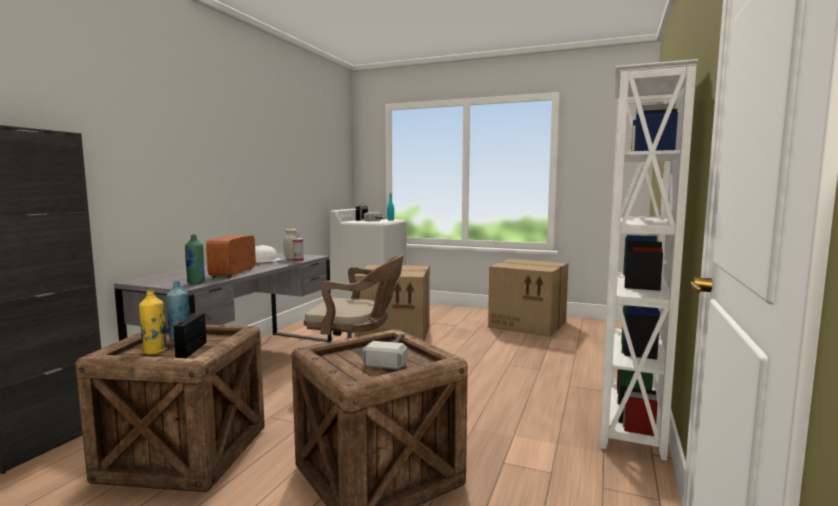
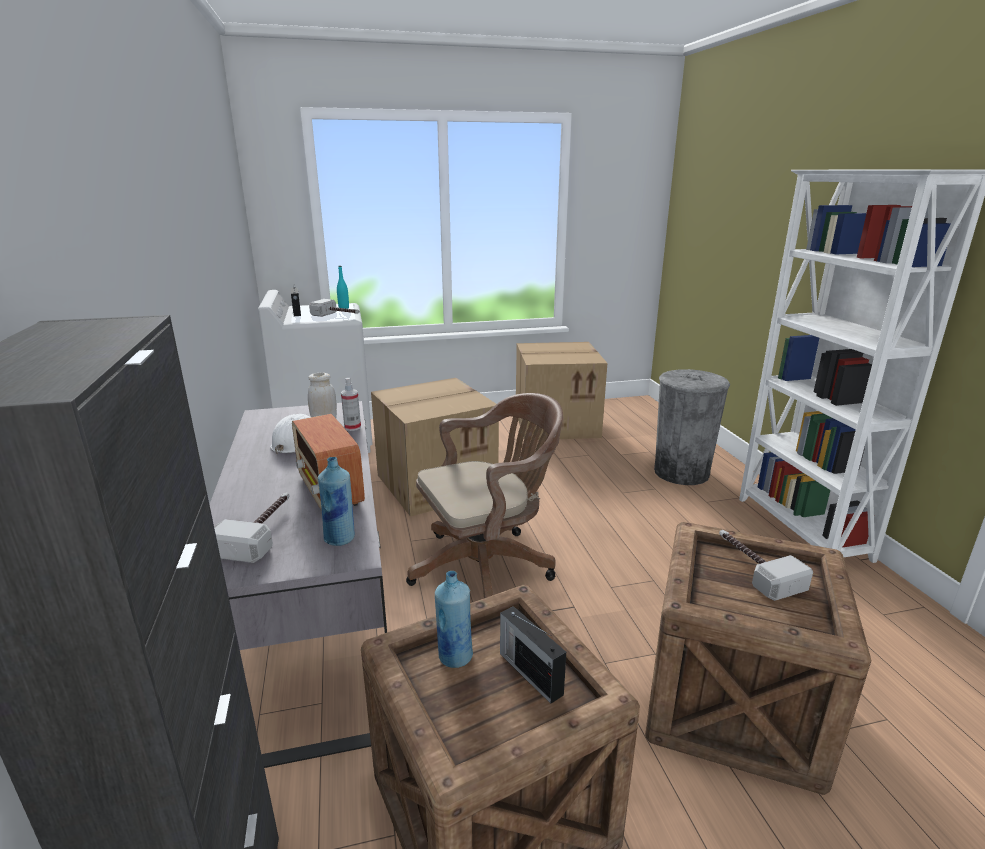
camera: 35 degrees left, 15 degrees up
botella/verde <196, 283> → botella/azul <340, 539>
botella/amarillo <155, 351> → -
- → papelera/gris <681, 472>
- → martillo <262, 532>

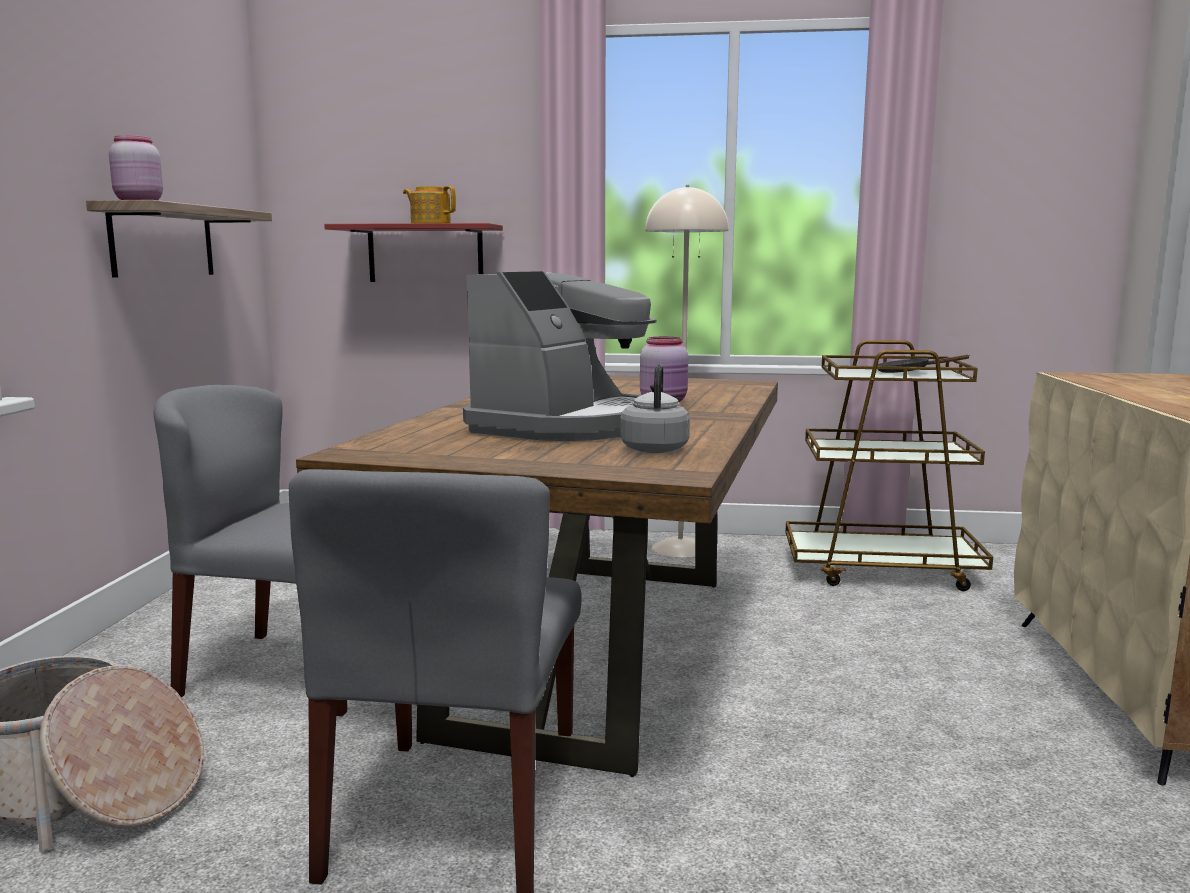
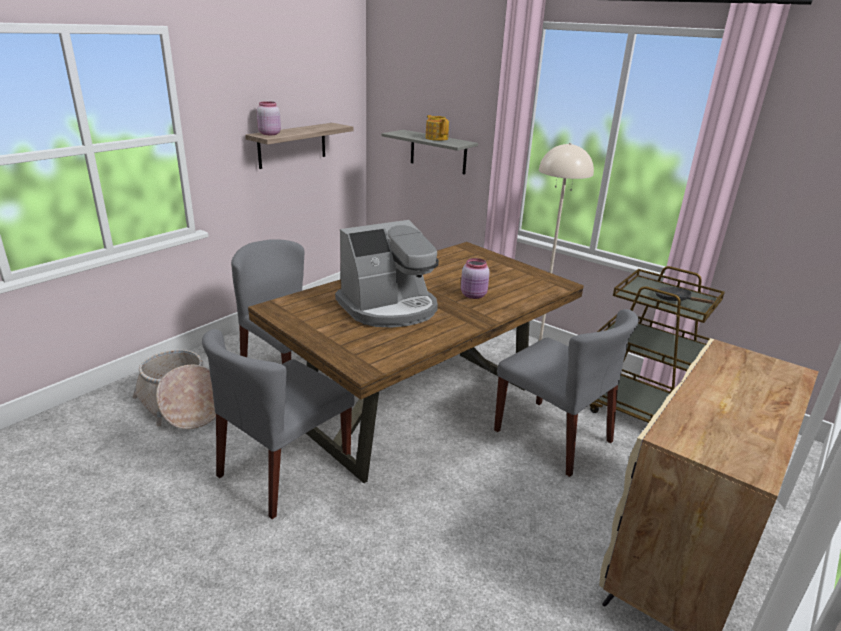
camera: 30 degrees right, 15 degrees up
estante/rojo <425, 254> → estante/gris <438, 152>
hervidor/gris <655, 448> → -
- → silla/gris <553, 436>

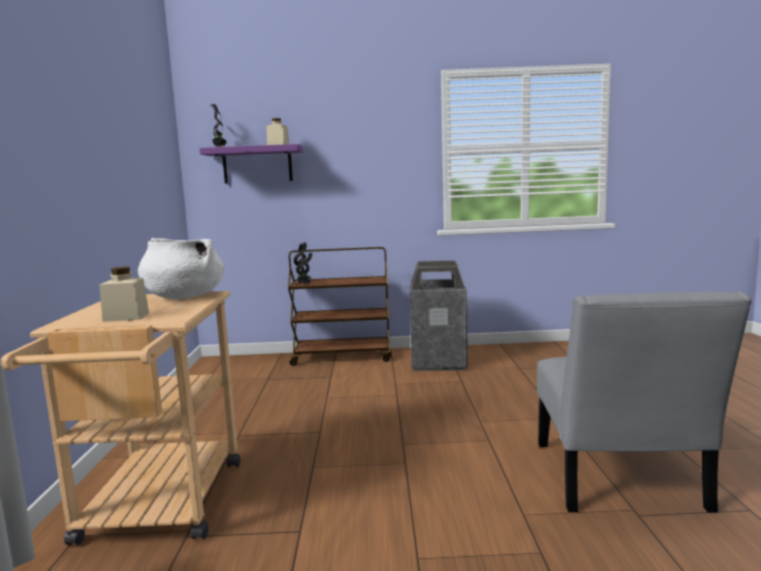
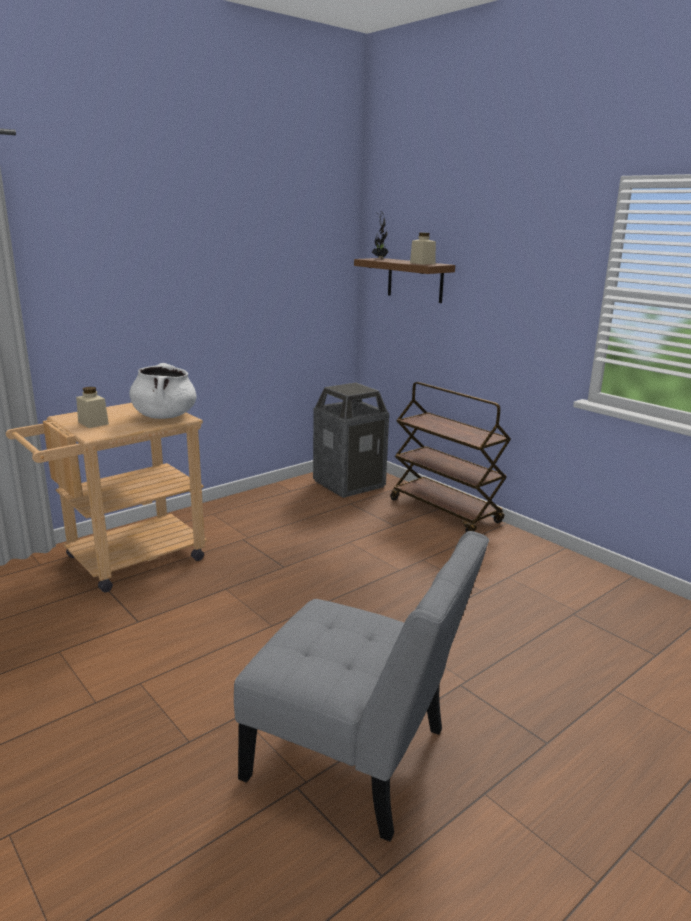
camera: 50 degrees right, 10 degrees up
estante/morado <257, 165> → estante/marrón <415, 280>
planta en maceta <304, 284> → -
papelera <438, 362> → papelera <349, 484>, moved
silla/gris <619, 481> → silla/gris <357, 759>, 120 degrees counterclockwise

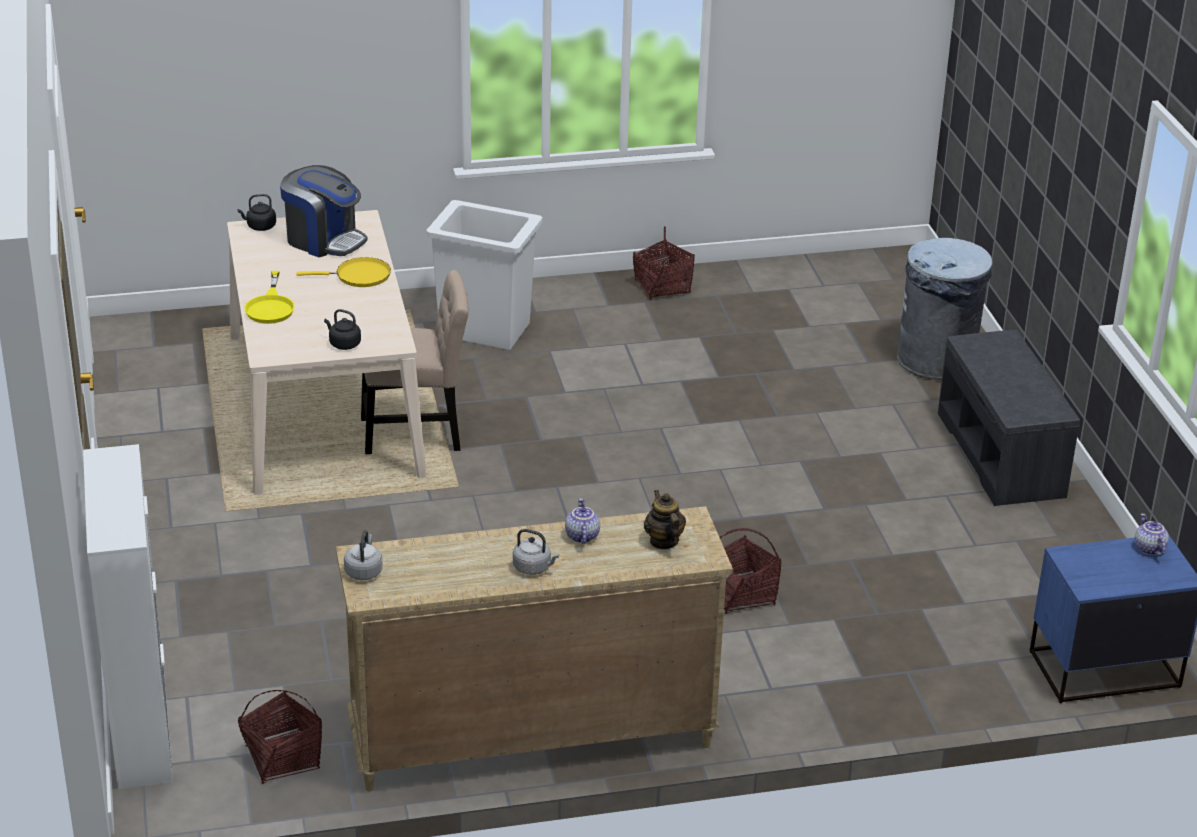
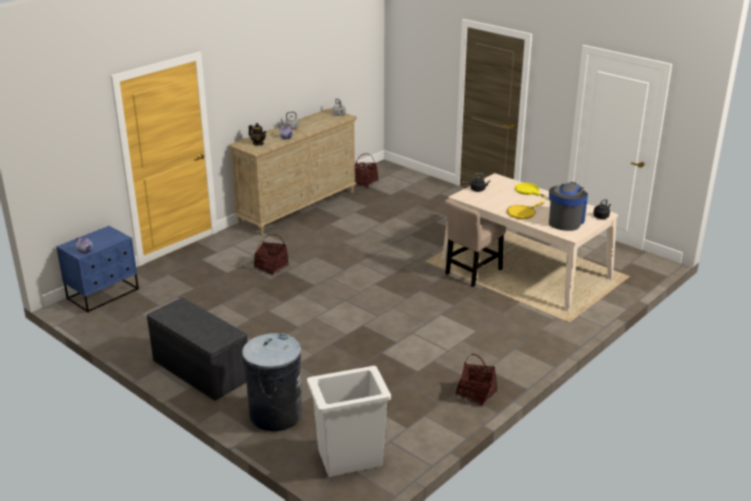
camera: 145 degrees right, 5 degrees down
cafetera <324, 240> → cafetera <565, 221>, 120 degrees clockwise
papelera/blanco <485, 330> → papelera/blanco <349, 458>, moved
armario/blanco <142, 728> → -

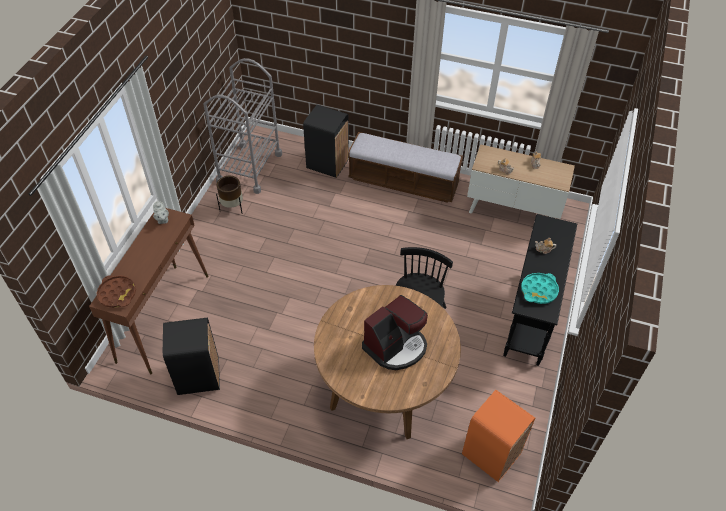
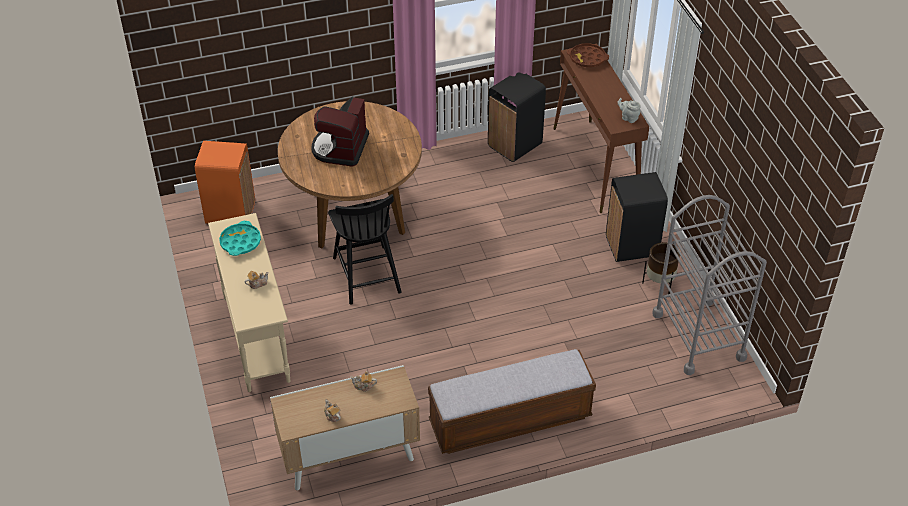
camera: 145 degrees right, 5 degrees down
papelera/negro <327, 164> → papelera/negro <632, 246>, moved
mesa consola/negro <530, 318> → mesa consola/beis <257, 338>

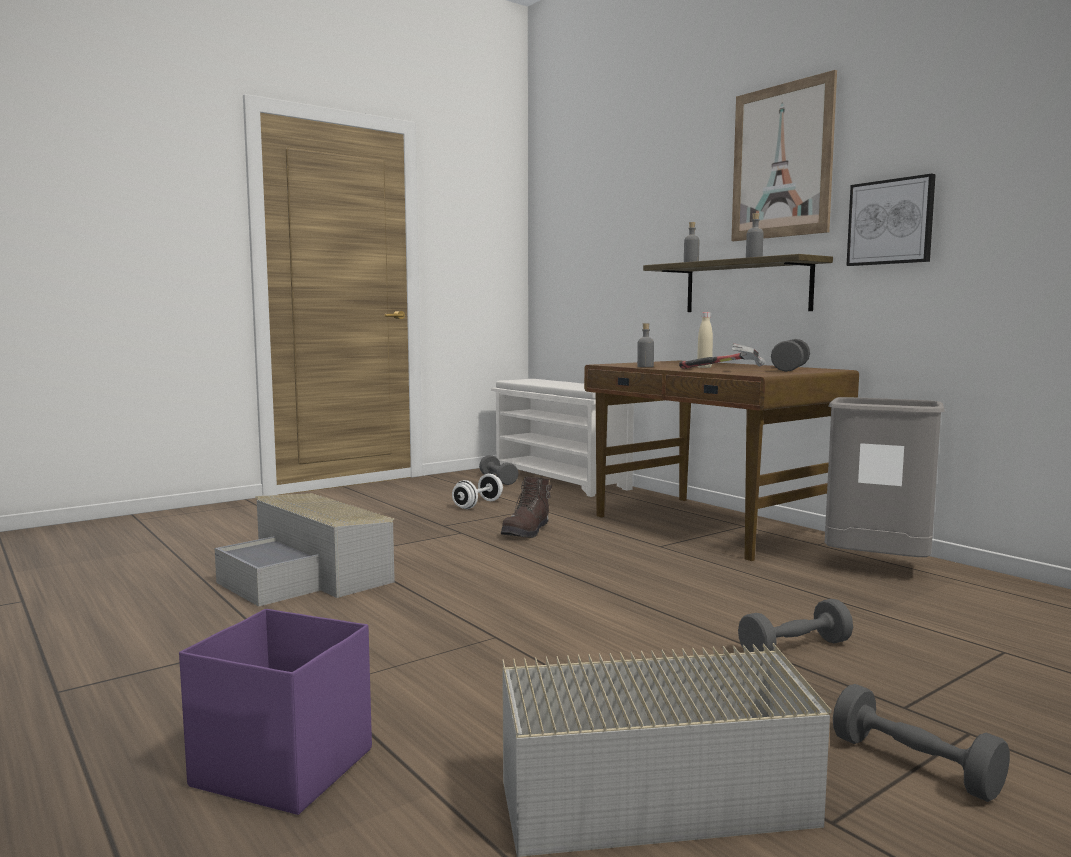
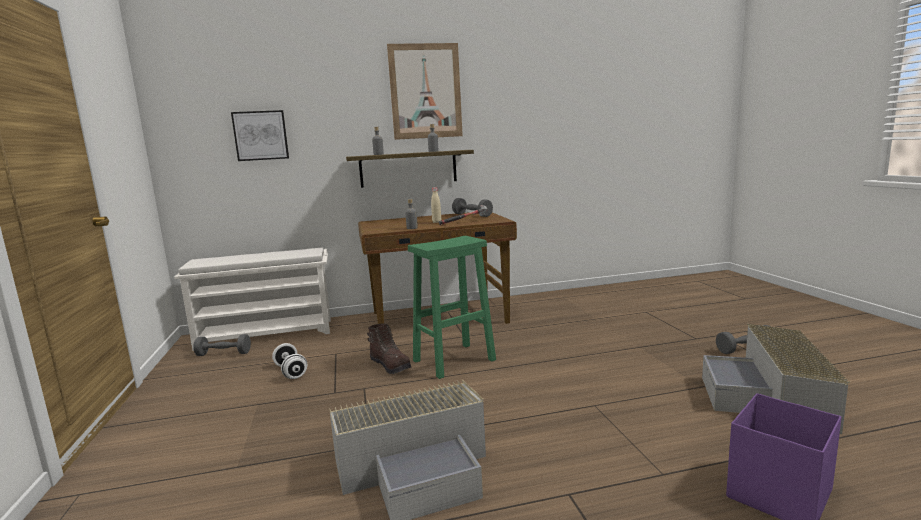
camera: 65 degrees left, 5 degrees up
cuadro <890, 222> → cuadro <261, 135>, moved
papelera/gris <876, 568> → -
mancuerna/gris <794, 649> → -
- → taburete/verde <453, 361>

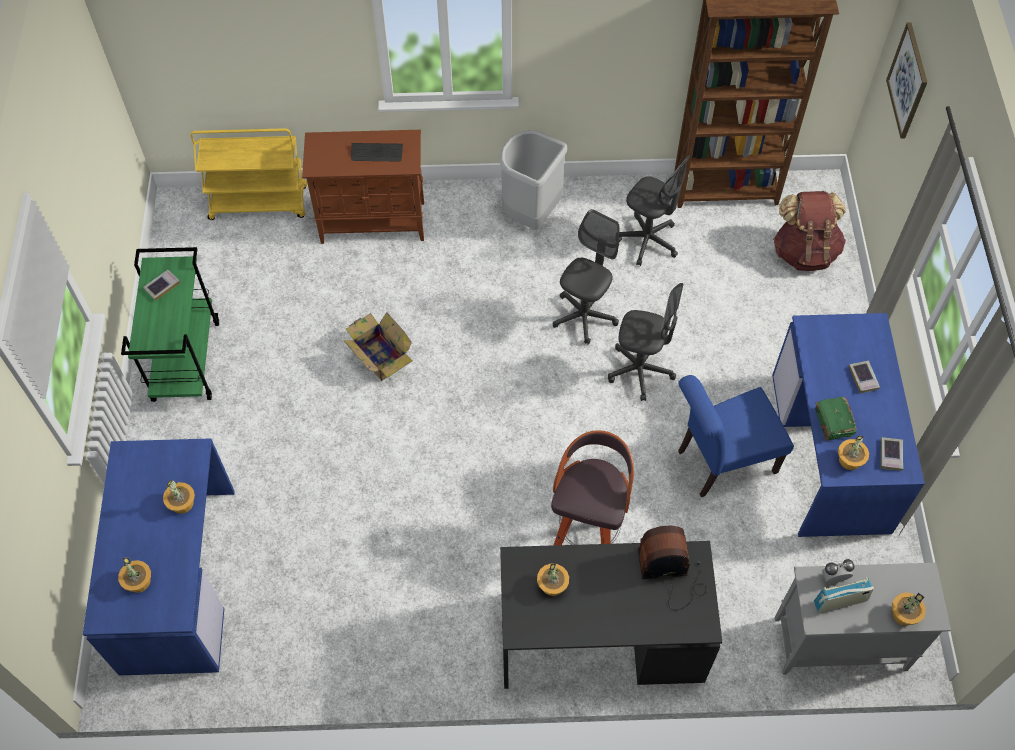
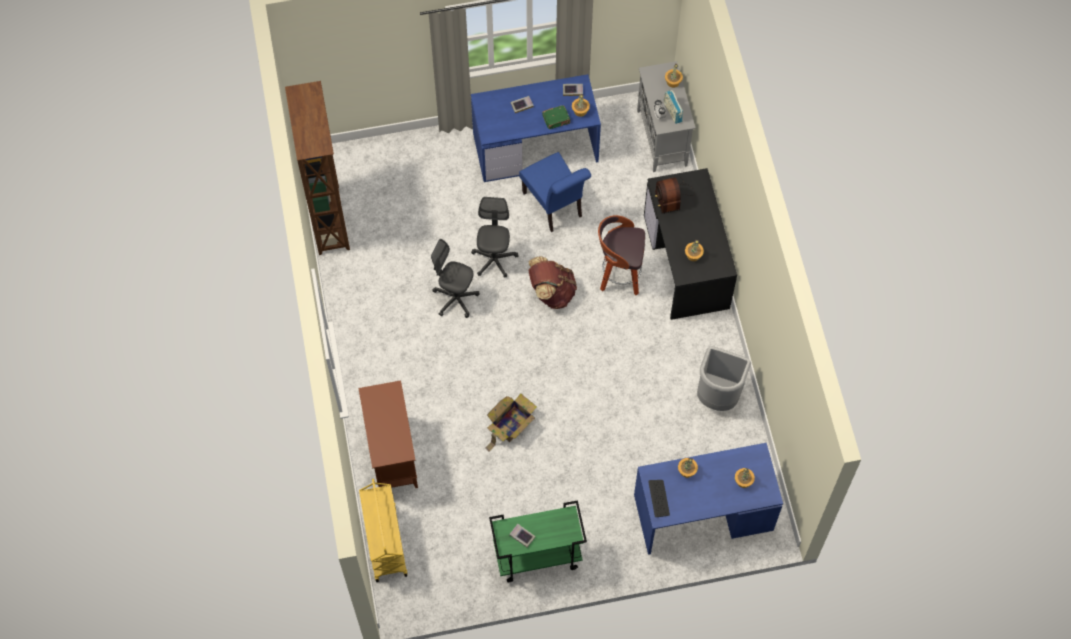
camera: 100 degrees left, 5 degrees up
cuadro <908, 81> → -
papelera/gris <530, 213> → papelera/gris <718, 396>, moved
teclado <377, 153> → teclado <659, 498>, moved
silla de oficina/gris <648, 241> → -
mochila/marrón <804, 251> → mochila/marrón <551, 292>, moved

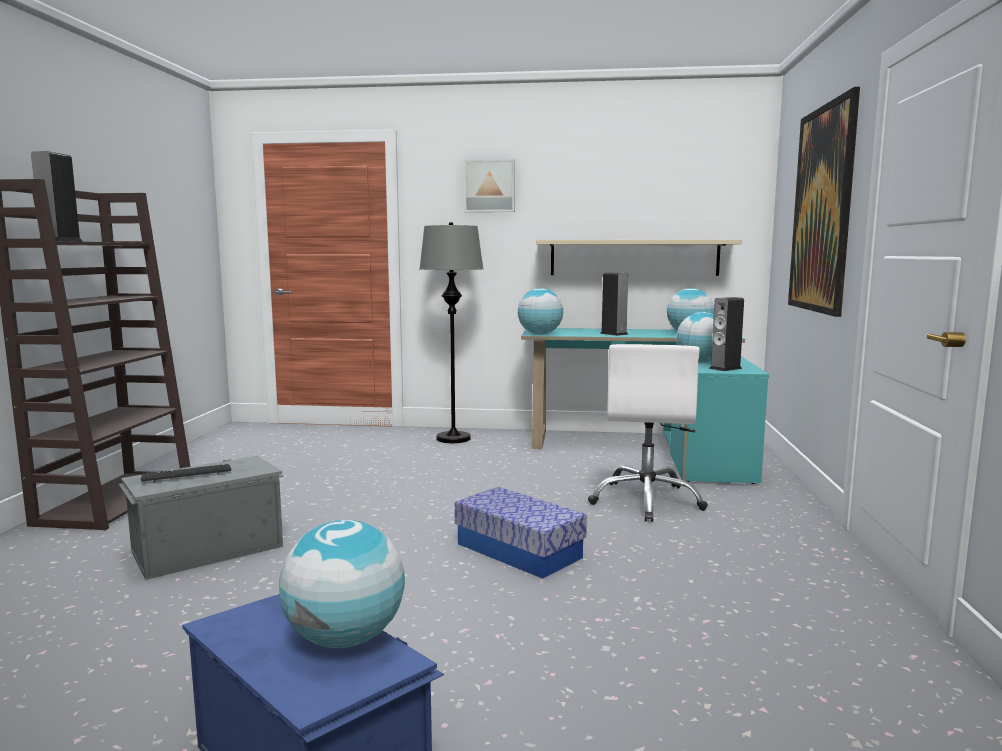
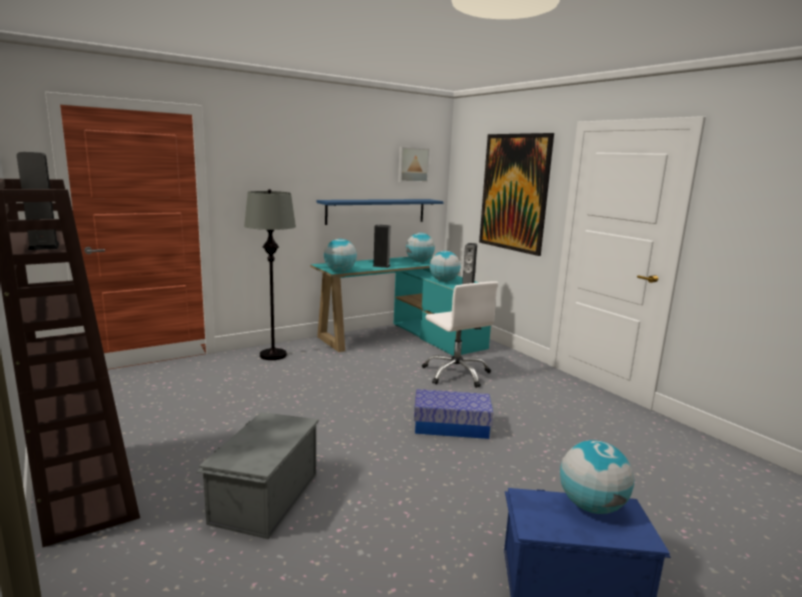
camera: 40 degrees left, 5 degrees up
cuadro <490, 186> → cuadro <412, 164>, moved
estante/beis <634, 258> → estante/azul <376, 211>
teclado <187, 475> → -

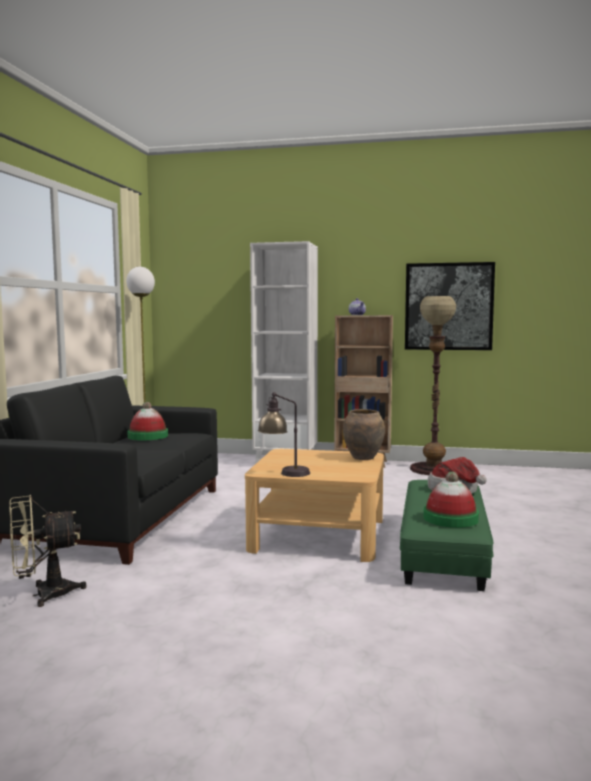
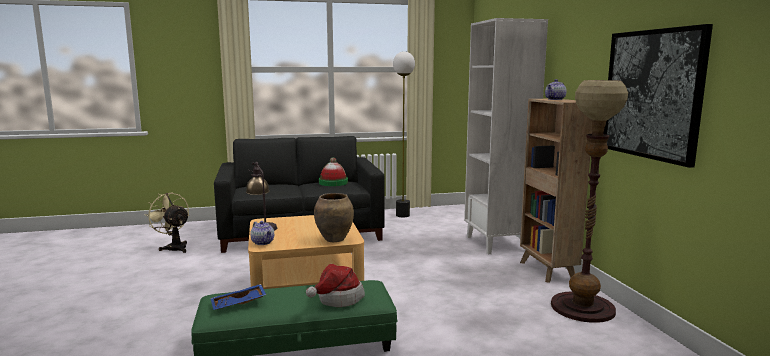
camera: 65 degrees right, 5 degrees up
sombrero <450, 518> → bandeja/azul <238, 304>
- → tetera <263, 242>

